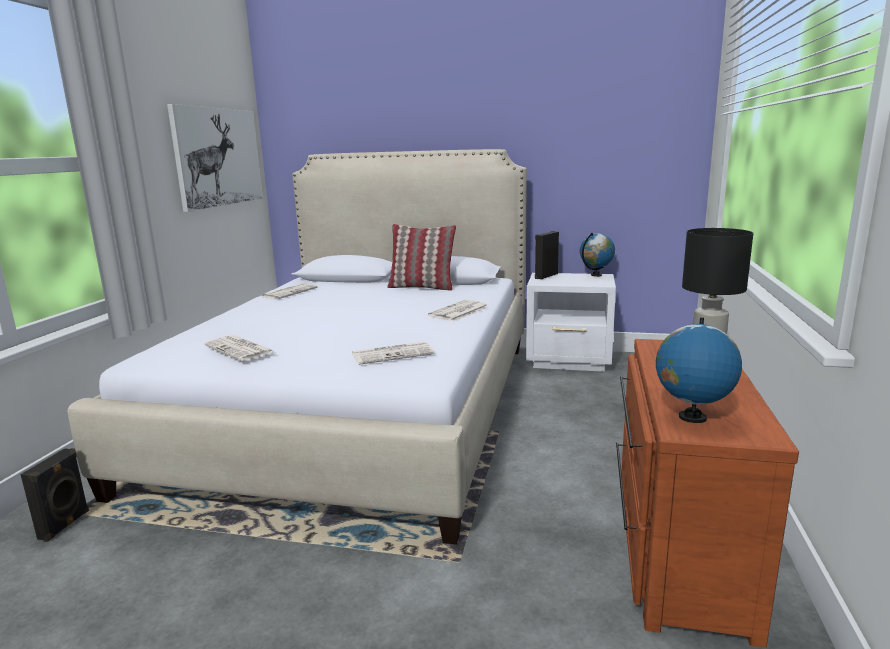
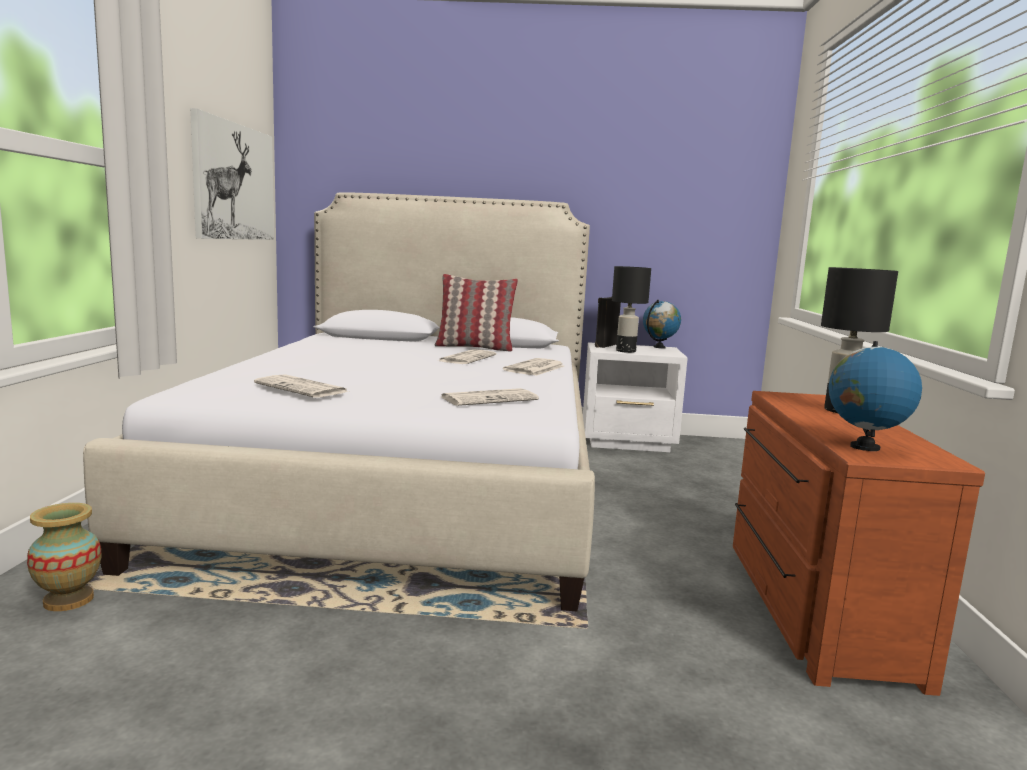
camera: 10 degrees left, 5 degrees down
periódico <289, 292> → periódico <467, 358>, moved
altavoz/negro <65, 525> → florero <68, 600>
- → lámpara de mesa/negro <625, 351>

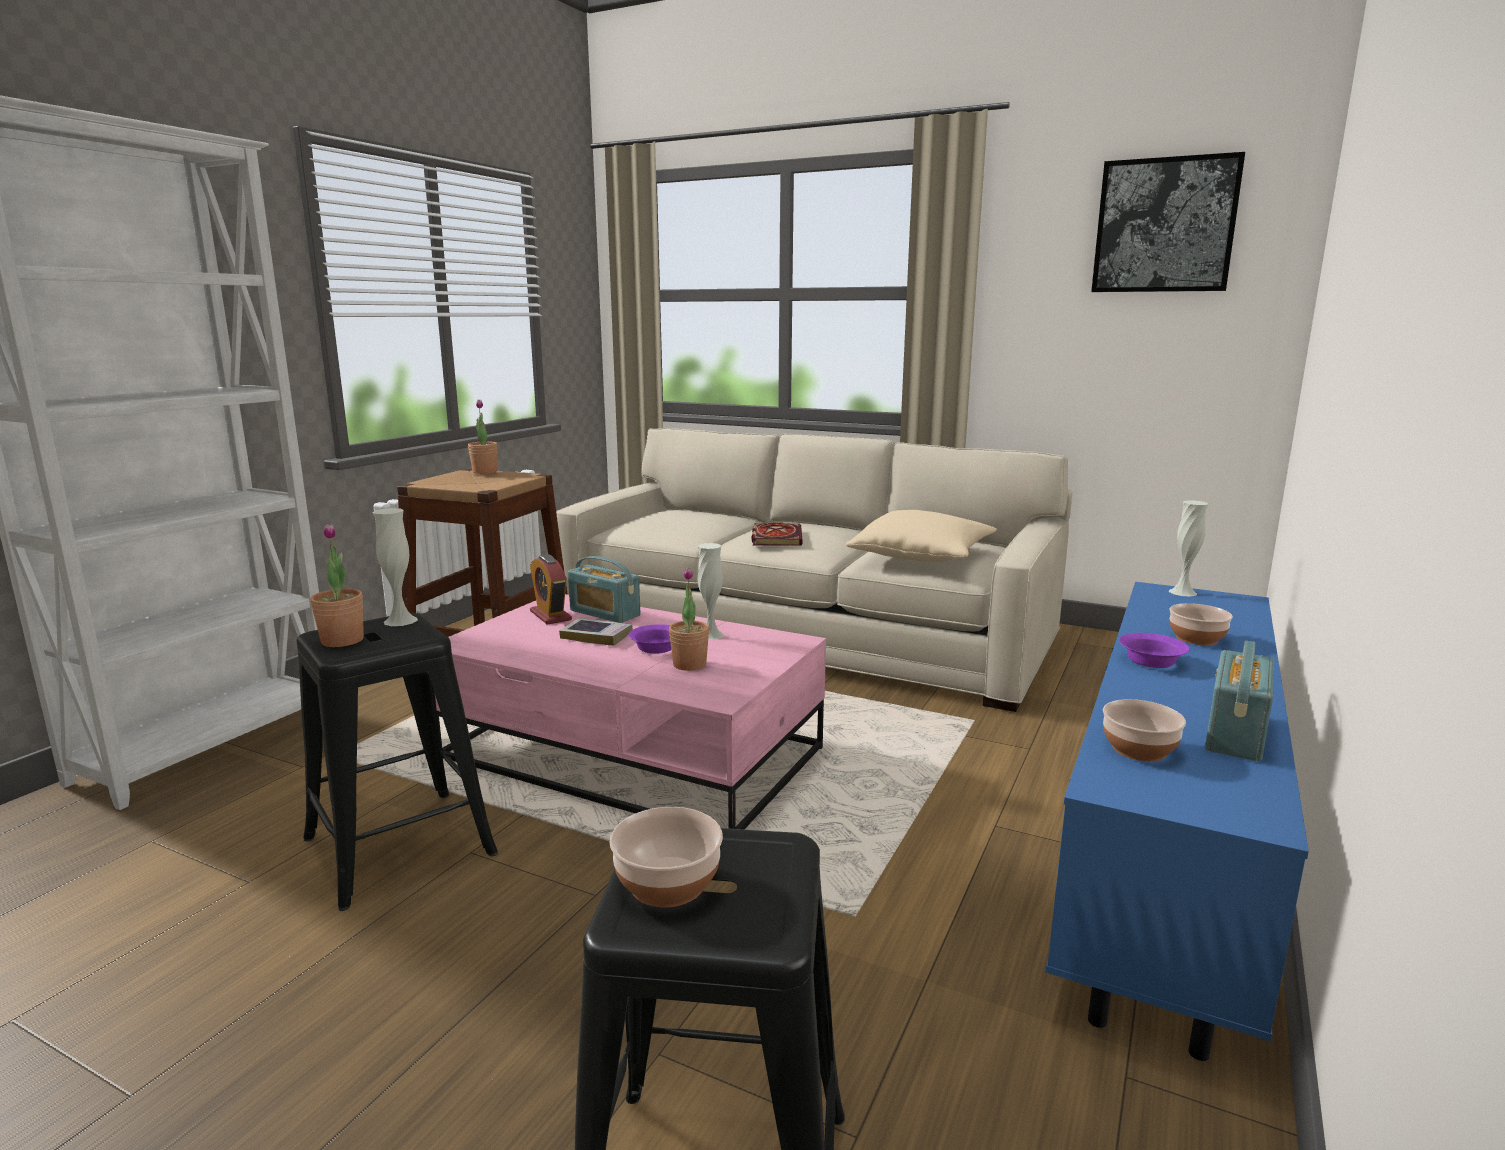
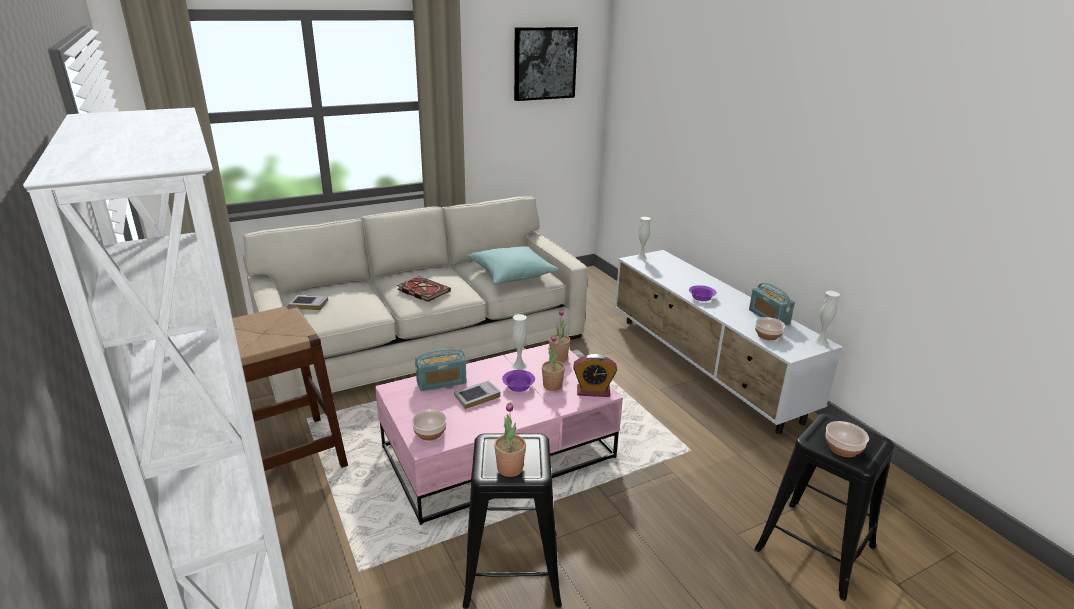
camera: 55 degrees left, 10 degrees up
planta en maceta <485, 472> → planta en maceta <558, 357>, moved
florero/blanco <400, 620> → florero/blanco <820, 342>, moved
cojín/beis <922, 556> → cojín/turquesa <512, 275>
despertador <550, 616> → despertador <593, 391>, moved
mueble de televisión/azul <1163, 849> → mueble de televisión/blanco <704, 367>
cuenco <1196, 638> → cuenco <429, 433>, moved
- → libro <309, 305>

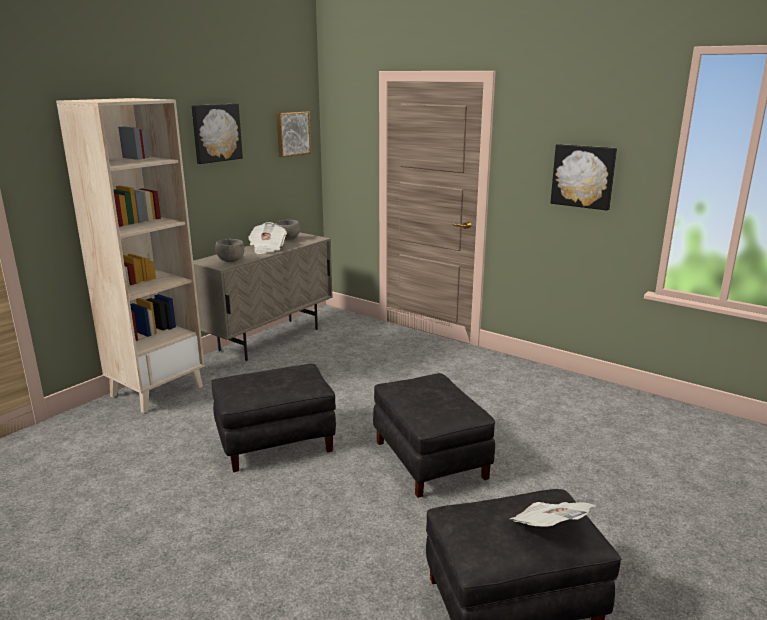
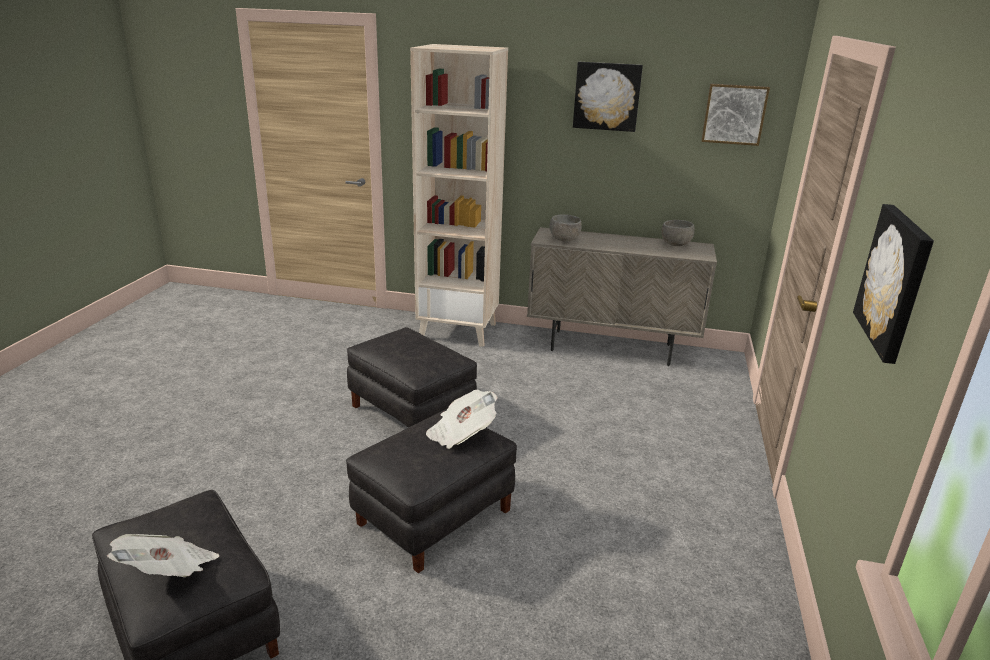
camera: 65 degrees right, 5 degrees up
periódico <267, 249> → periódico <461, 434>, moved

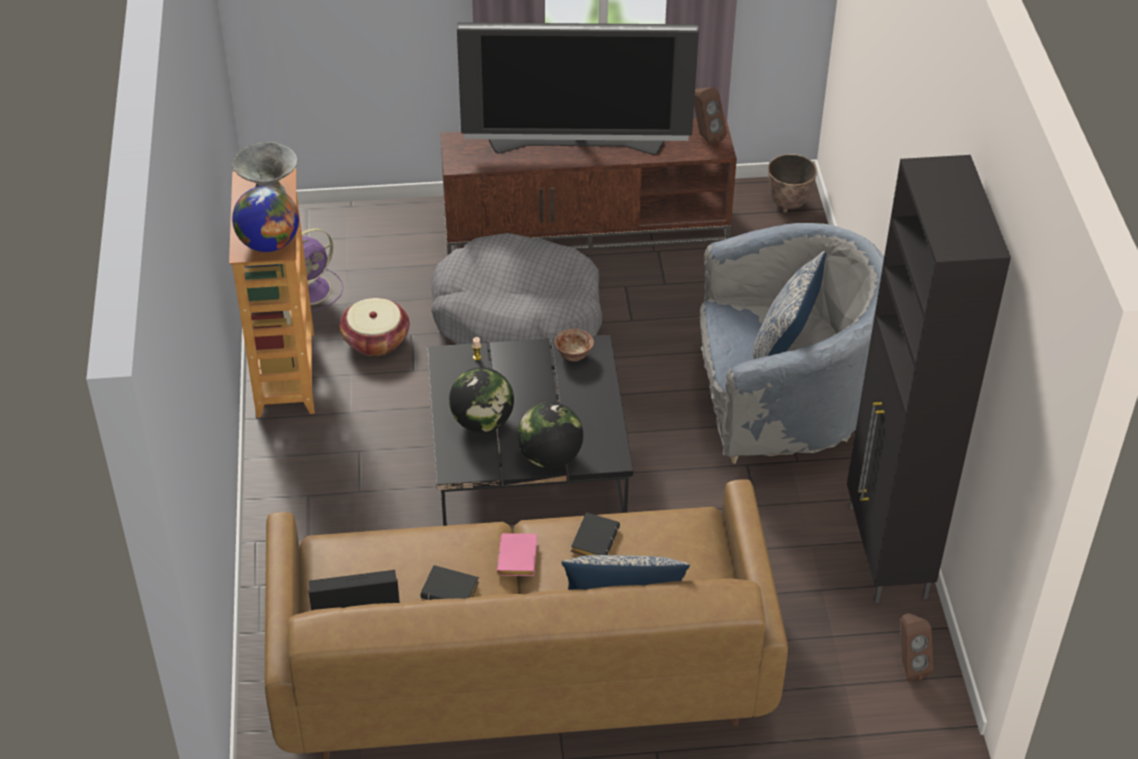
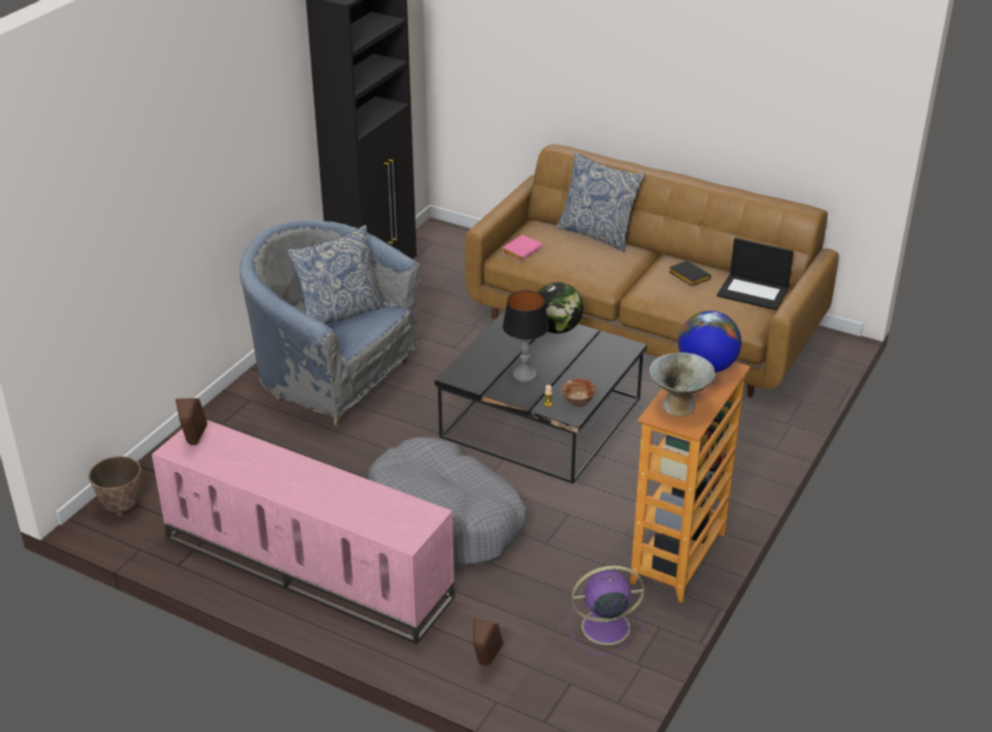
camera: 145 degrees left, 10 degrees down
televisor <577, 144> → -
mueble de televisión/marrón <587, 227> → mueble de televisión/rosa <304, 568>
cesta <376, 340> → -
cuenco <573, 355> → cuenco <578, 402>, moved
globo terráqueo <482, 422> → -
libro/negro <594, 539> → -
libro/rosa <519, 559> → libro/rosa <521, 250>, moved
altavoz/marrón <909, 665> → altavoz/marrón <485, 664>, moved
- → lámpara de mesa <525, 375>

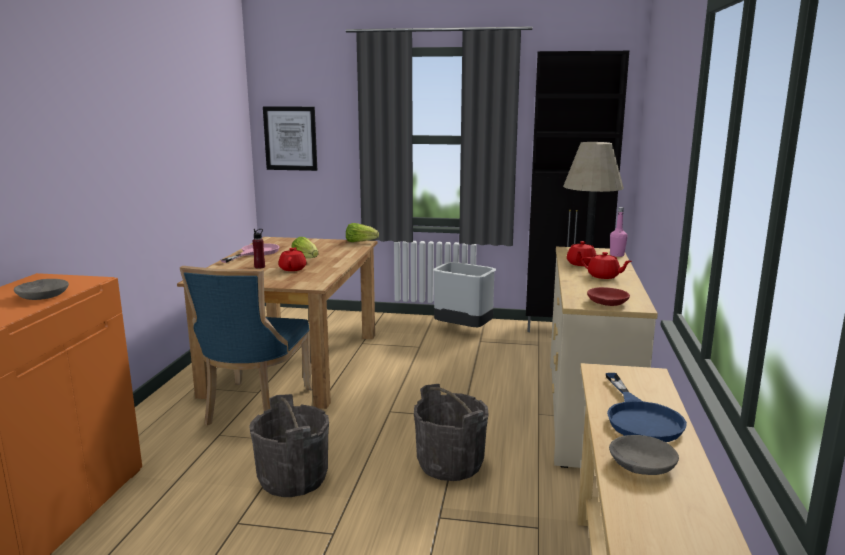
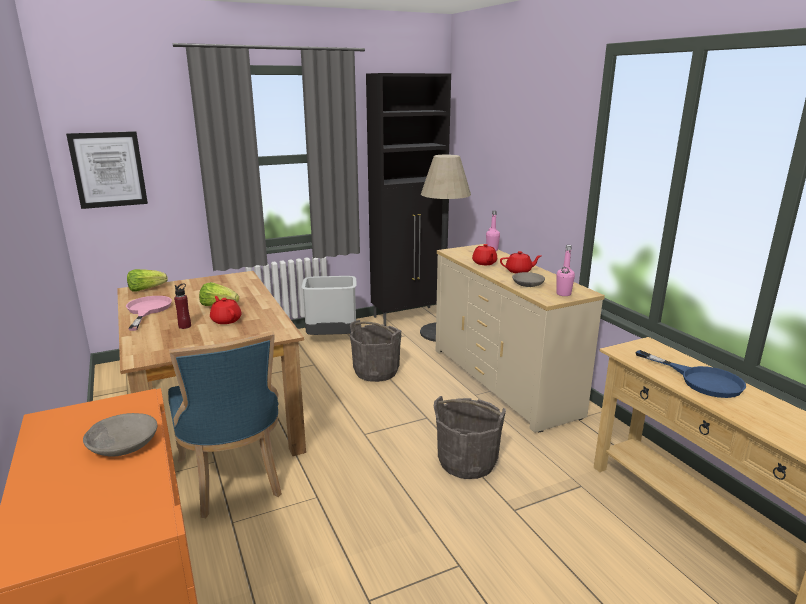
camera: 35 degrees left, 5 degrees up
lechuga <360, 242> → lechuga <146, 289>, moved
cuenco/rojo <607, 302> → botella/rosa <563, 294>
cubo/gris <293, 478> → cubo/gris <376, 371>, moved
cuenco/gris <641, 464> → cuenco/gris <527, 284>, moved

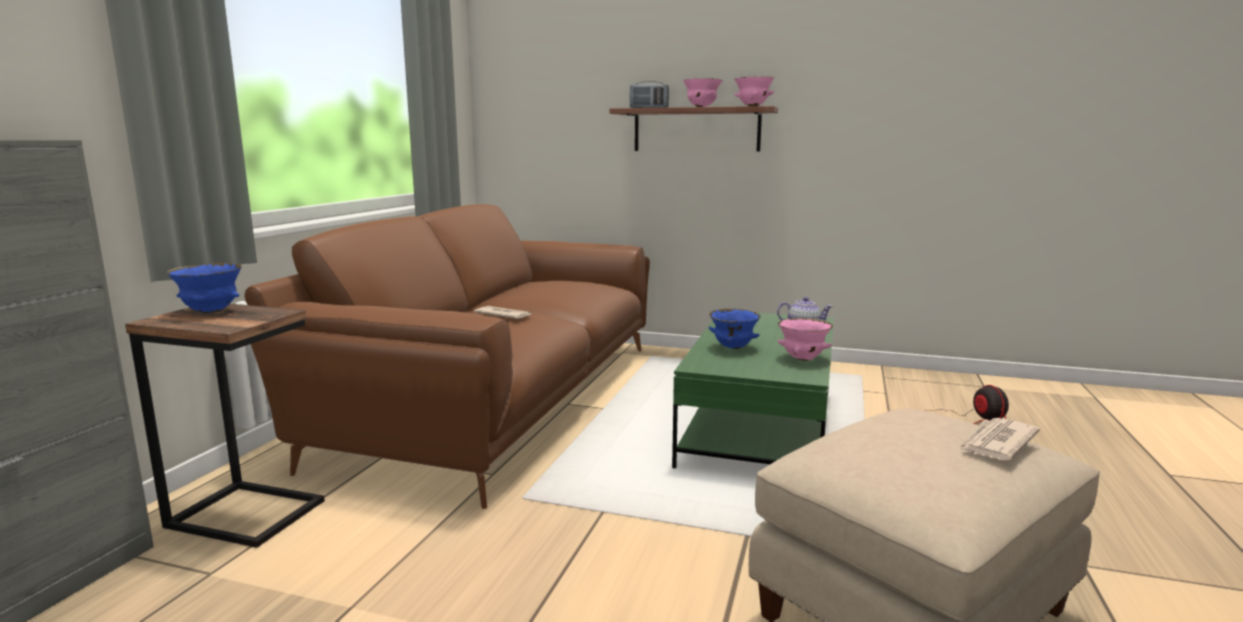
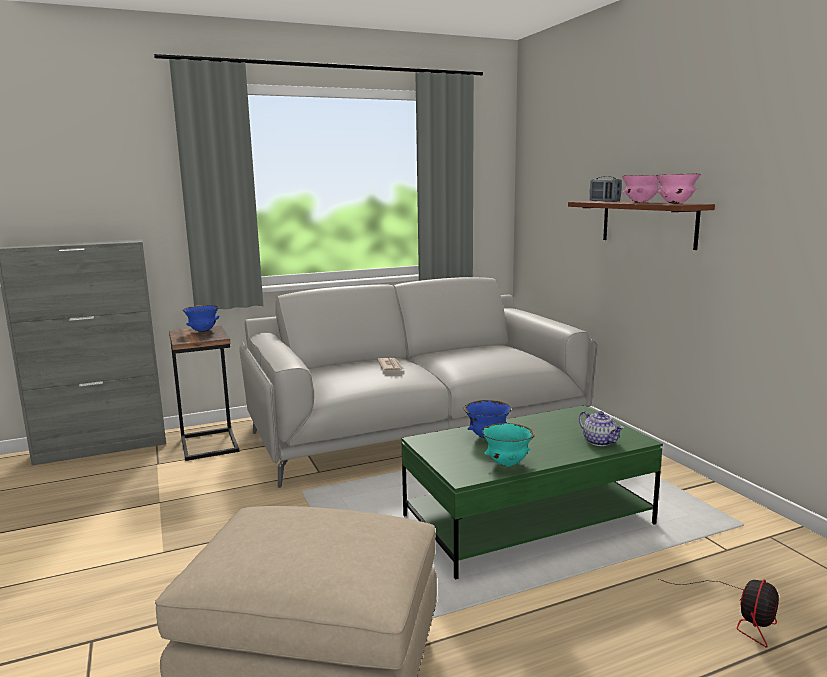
camera: 50 degrees right, 0 degrees up
sofá/marrón <498, 397> → sofá/gris <418, 428>
cuenco/rosa <803, 359> → cuenco/turquesa <507, 464>
periódico <996, 443> → -

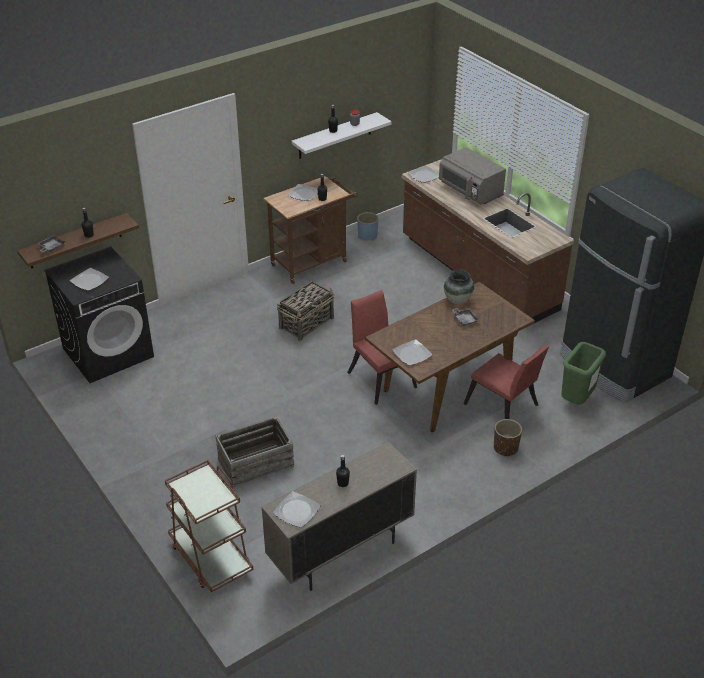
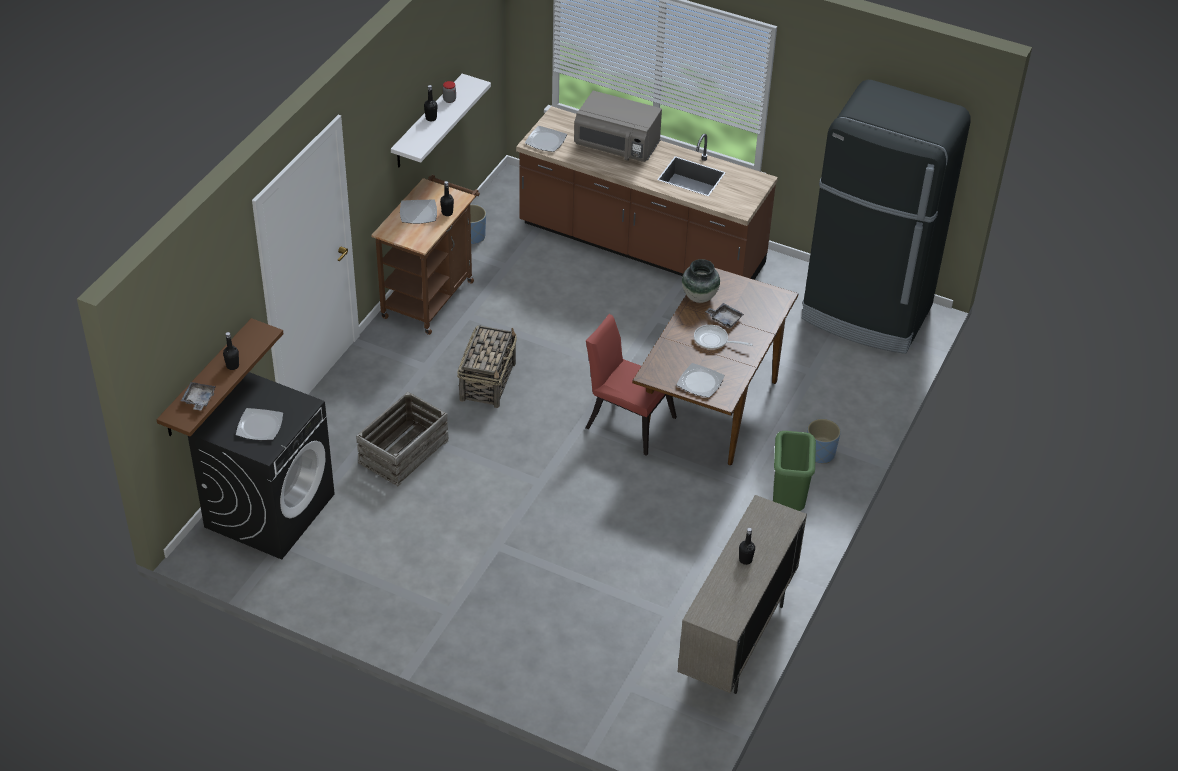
camera: 30 degrees left, 5 degrees up
papelera/verde <577, 400> → papelera/verde <788, 504>, moved
silla/rojo <504, 408> → -
caja de embalaje <256, 463> → caja de embalaje <404, 452>, moved
maceta/marrón <505, 448> → maceta/azul <820, 453>
carrito/marrón <210, 557> → -
plato <297, 511> → -
- → sartén <714, 341>

